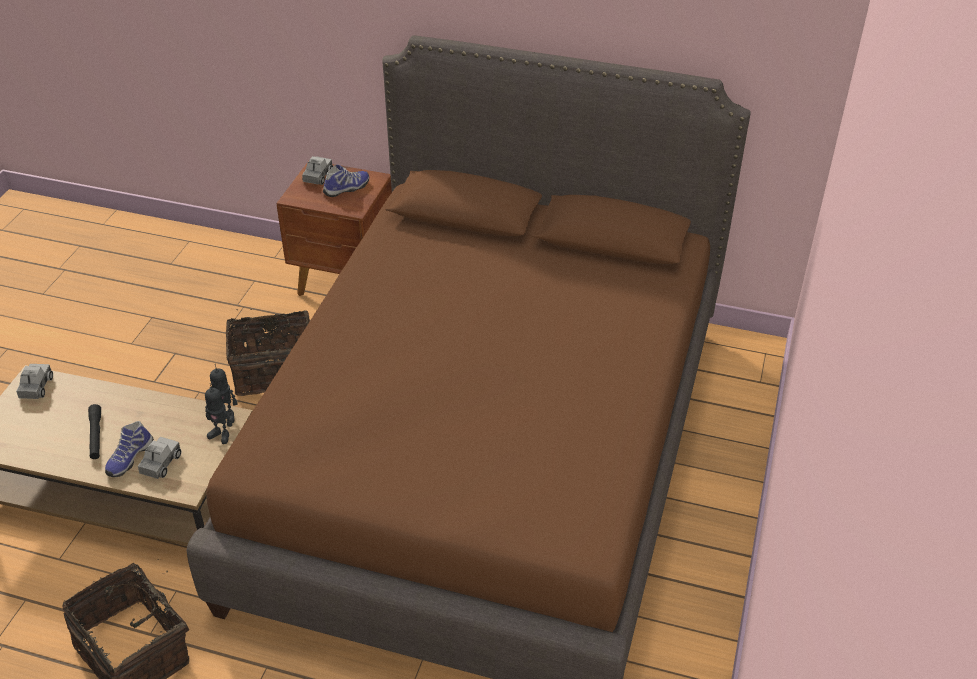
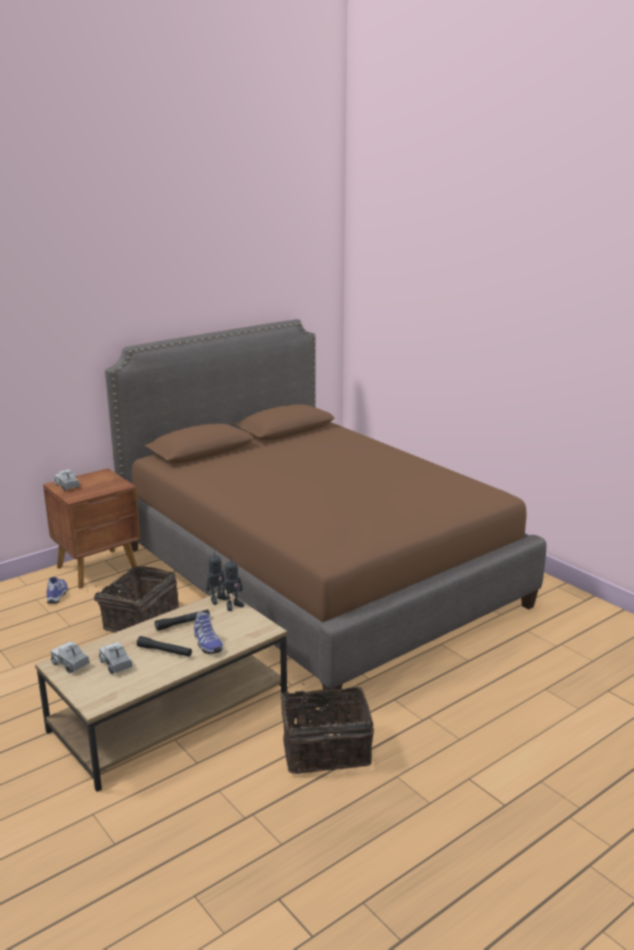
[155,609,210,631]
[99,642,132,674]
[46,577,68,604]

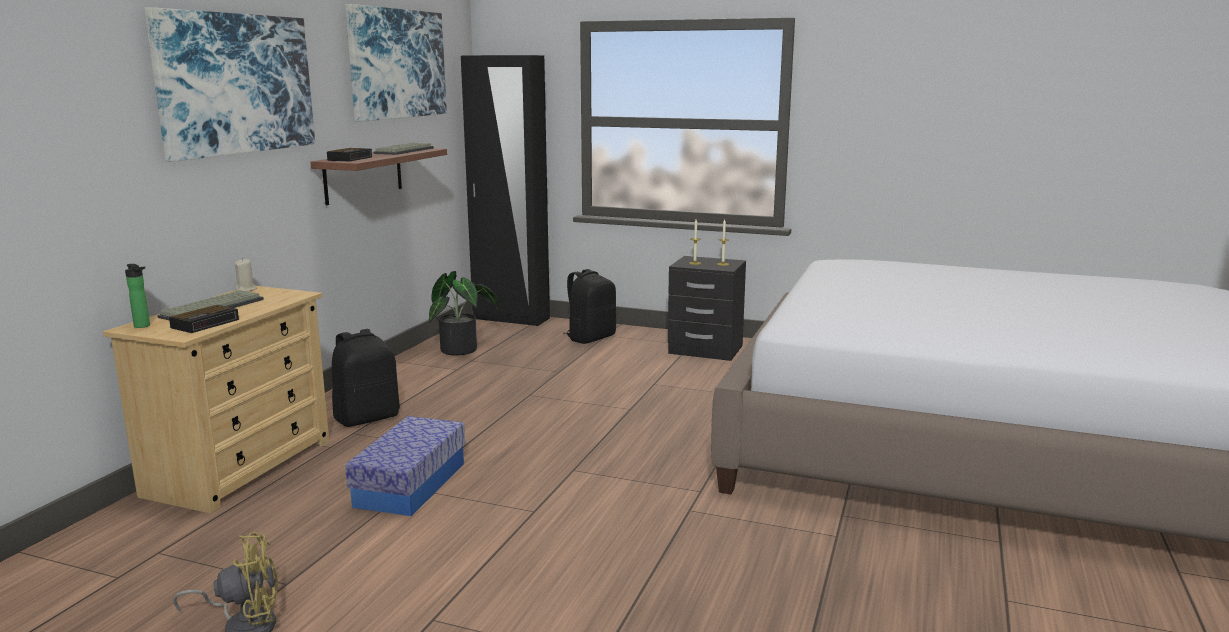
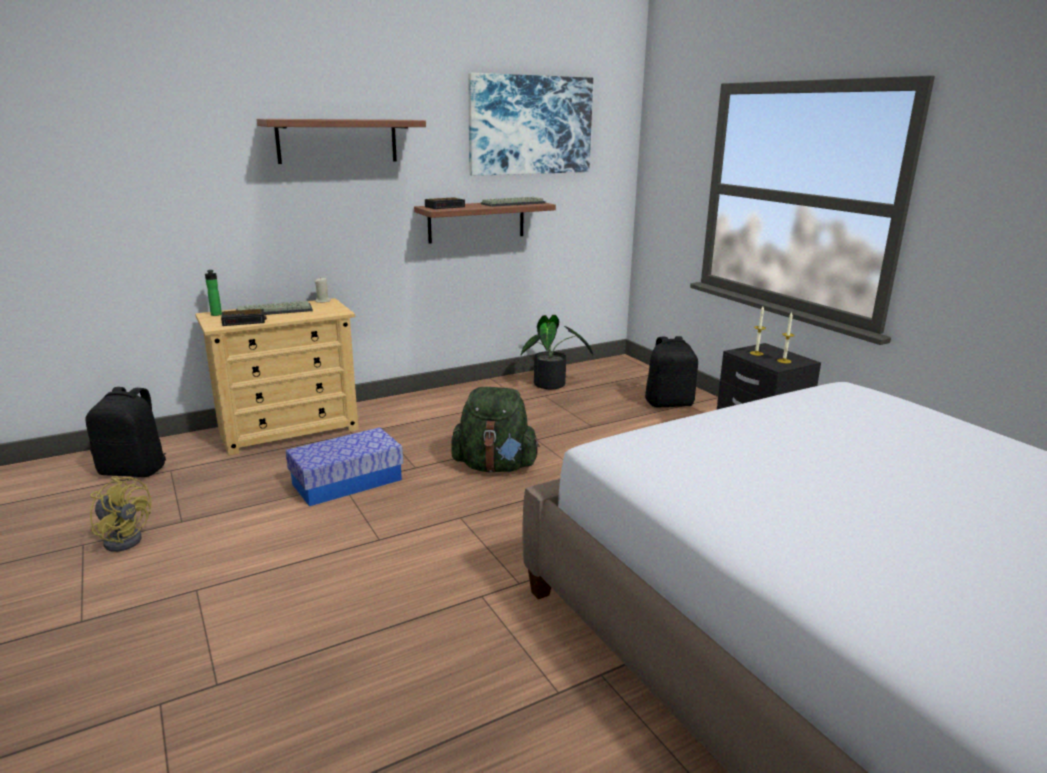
[461,55,550,326] (first image)
[451,387,540,472]
[86,387,166,477]
[257,119,426,164]

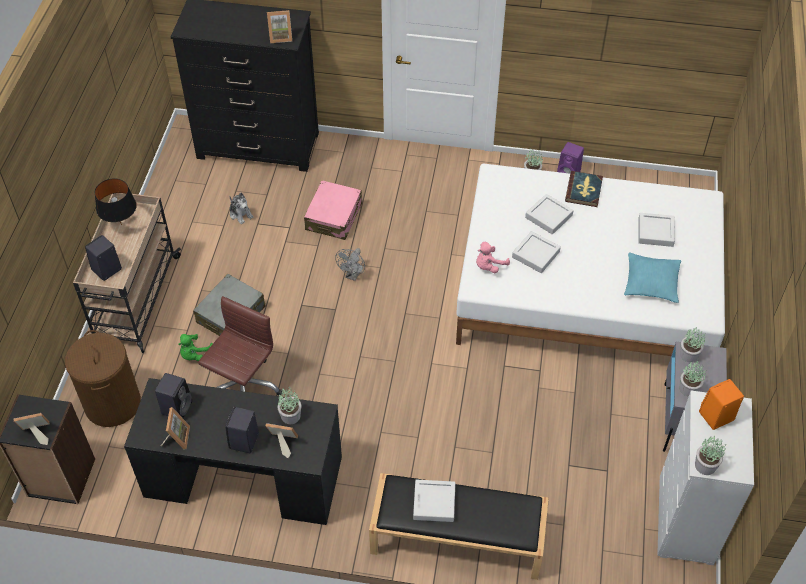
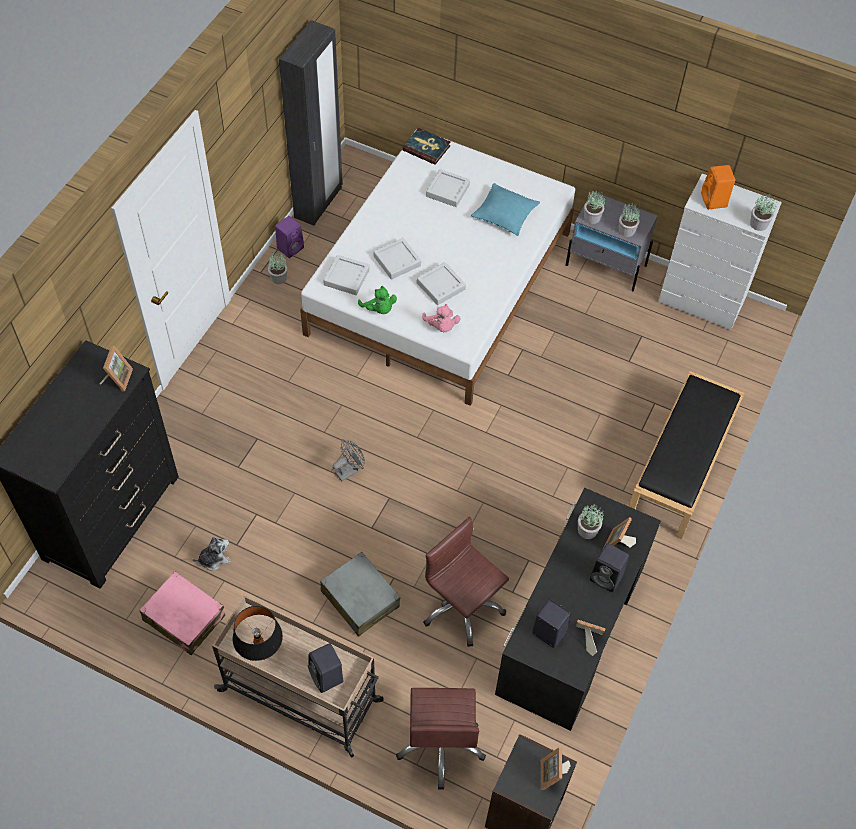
[279,20,343,226]
[358,286,397,314]
[139,571,225,655]
[323,255,370,295]
[402,128,451,165]
[396,688,486,790]
[333,439,365,481]

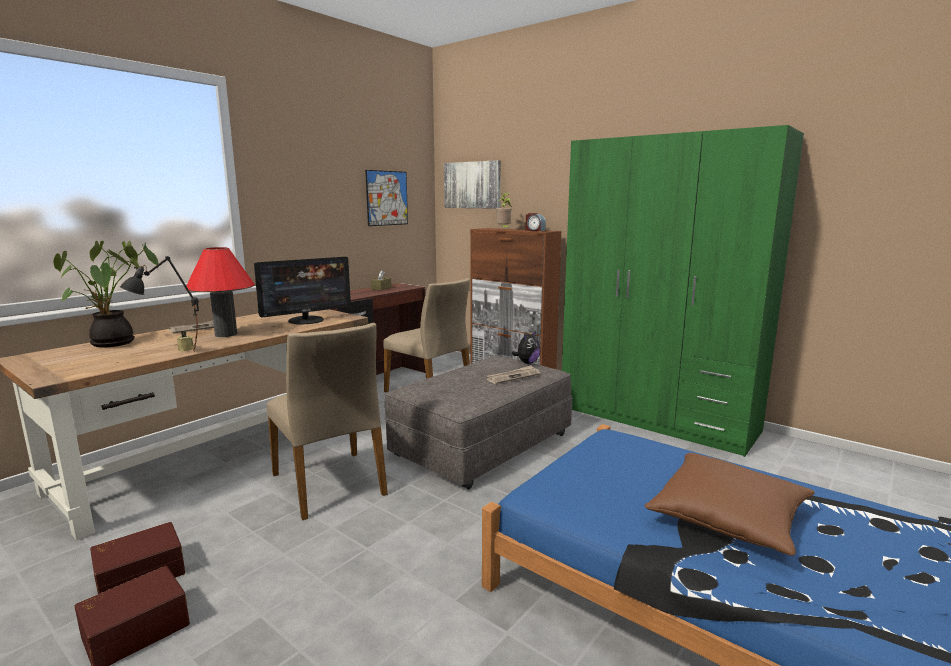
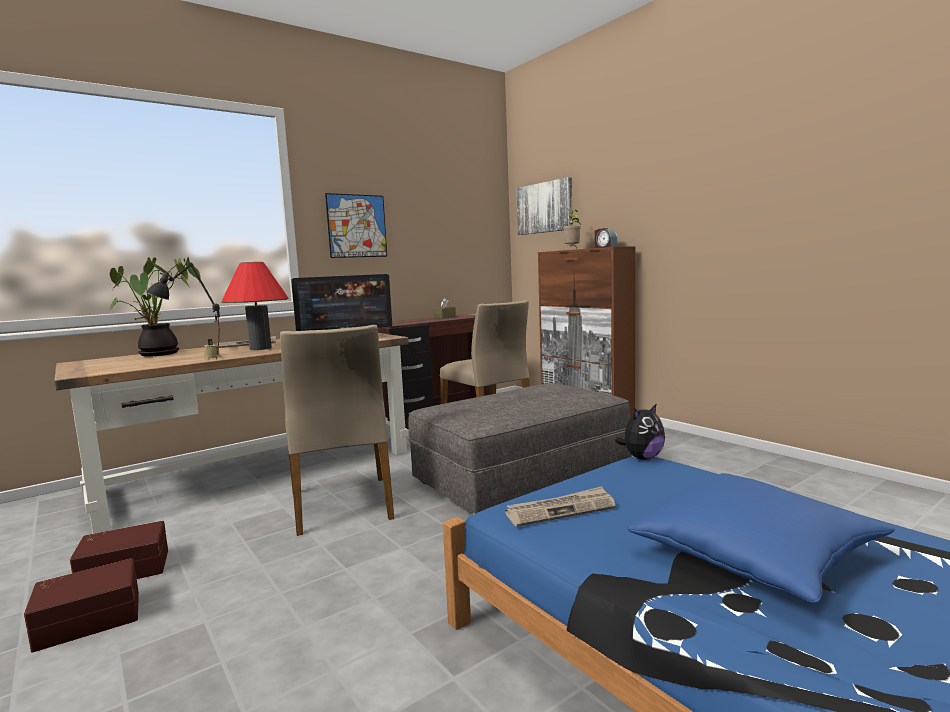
[562,125,804,457] (first image)
[325,193,387,258]
[505,486,616,527]
[615,403,665,460]
[627,473,895,603]

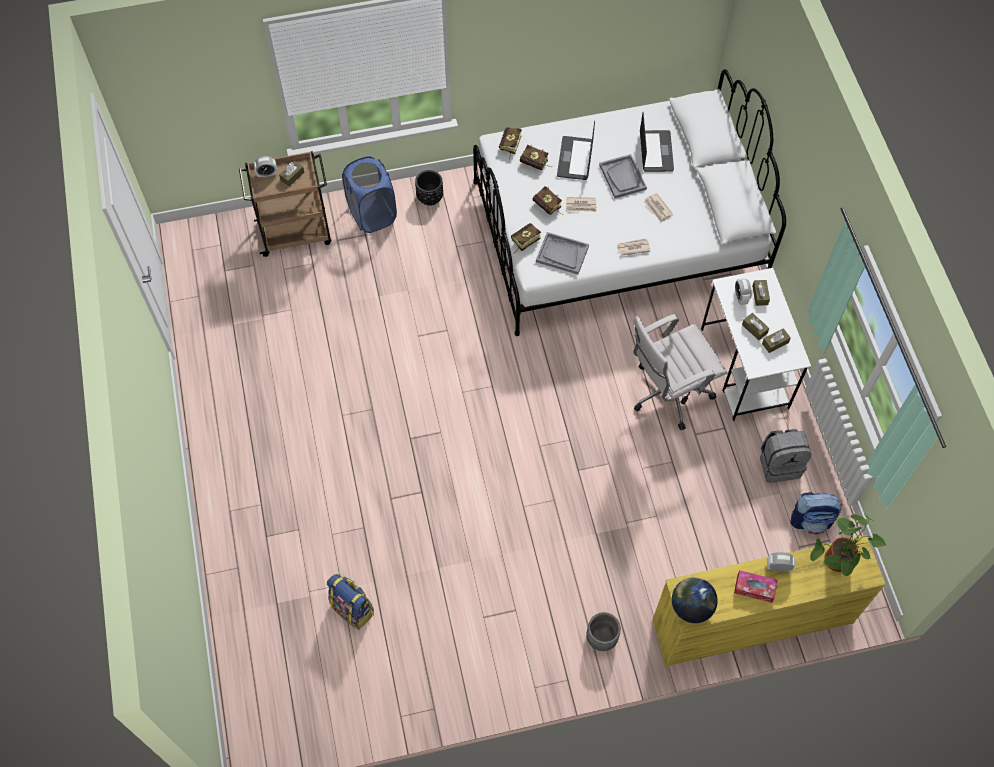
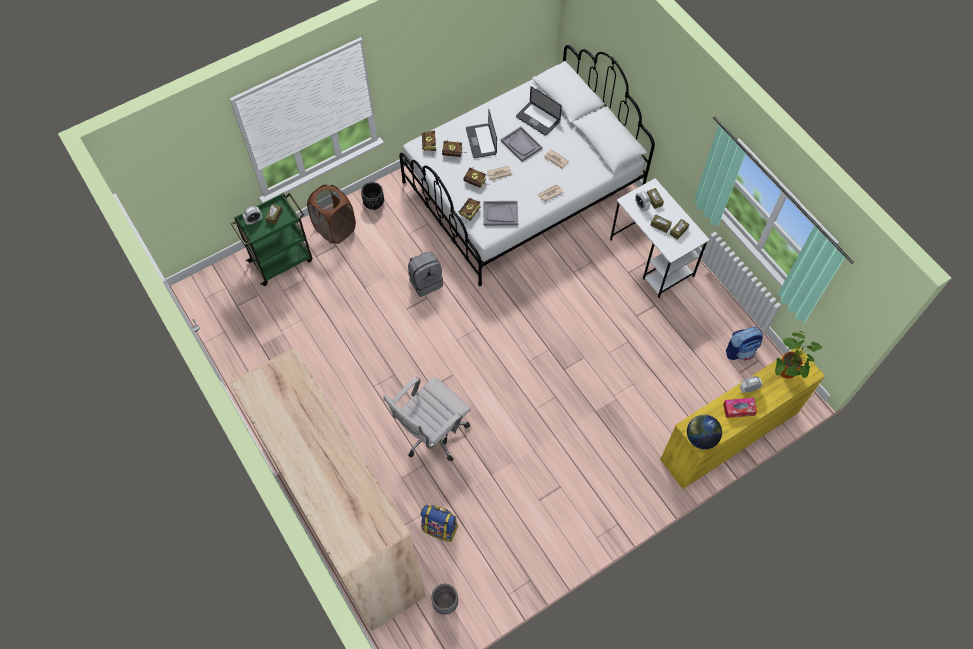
[229,347,426,632]
[431,584,458,615]
[383,377,471,462]
[408,252,443,297]
[230,193,312,286]
[307,185,356,244]
[516,87,562,136]

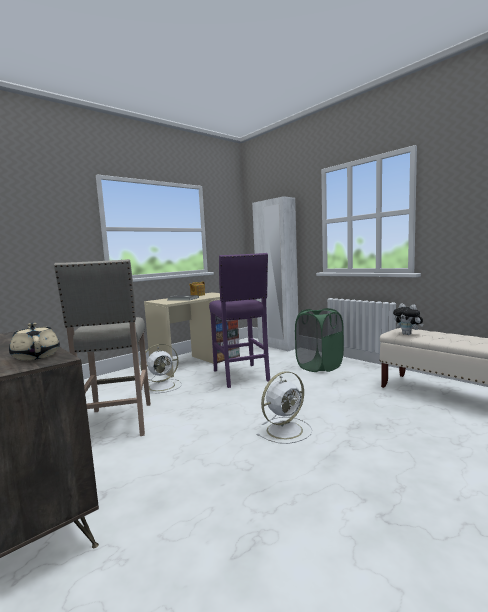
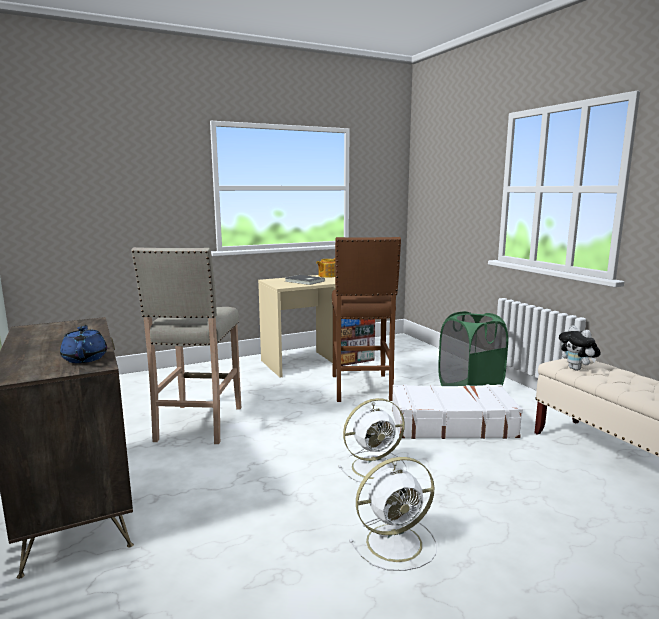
[252,196,298,351] (first image)
[392,384,523,439]
[349,457,437,571]
[60,325,107,363]
[332,237,401,402]

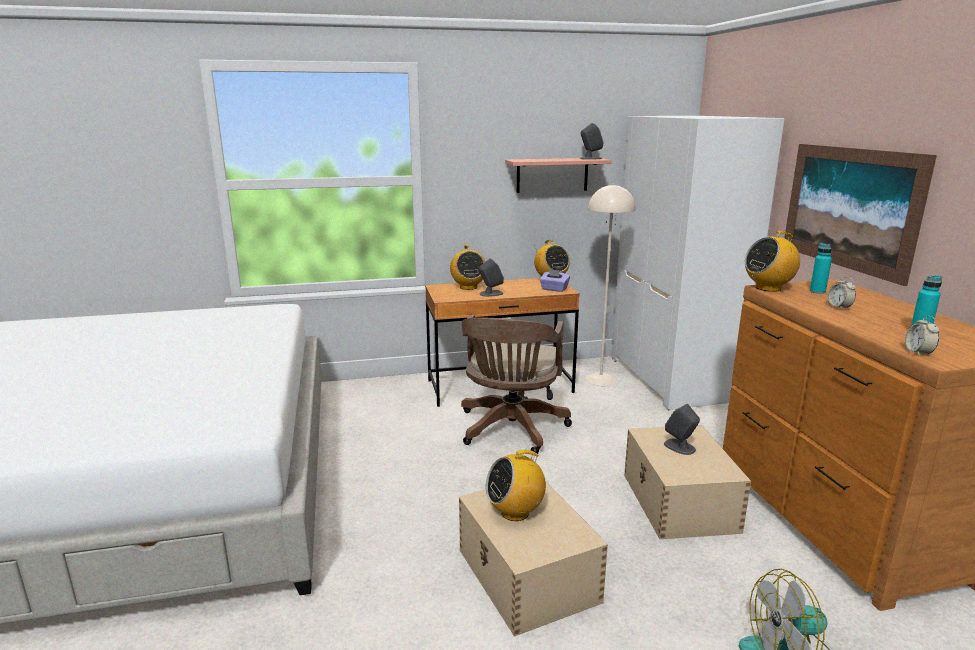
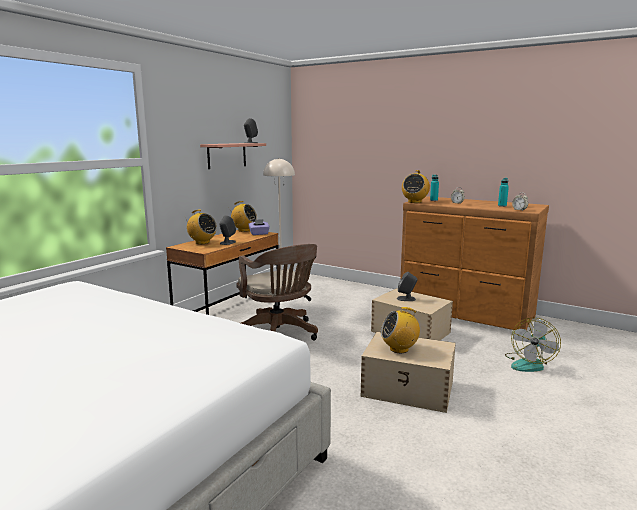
[611,116,785,410] (first image)
[784,144,937,286] (first image)
[381,307,420,353]

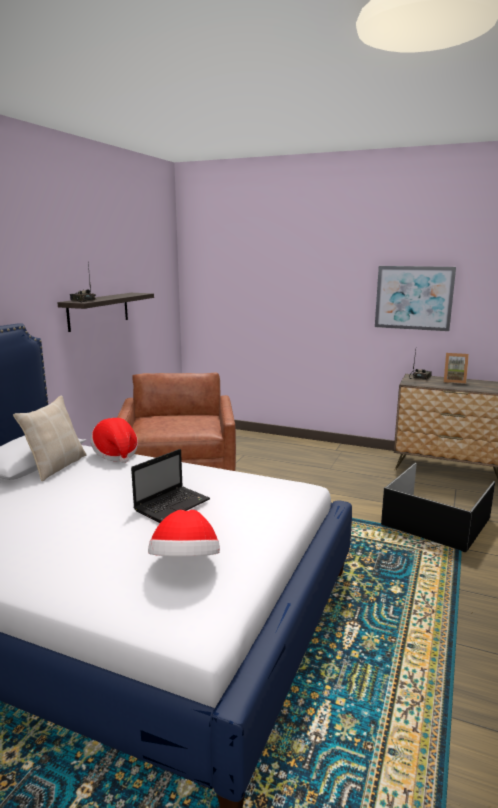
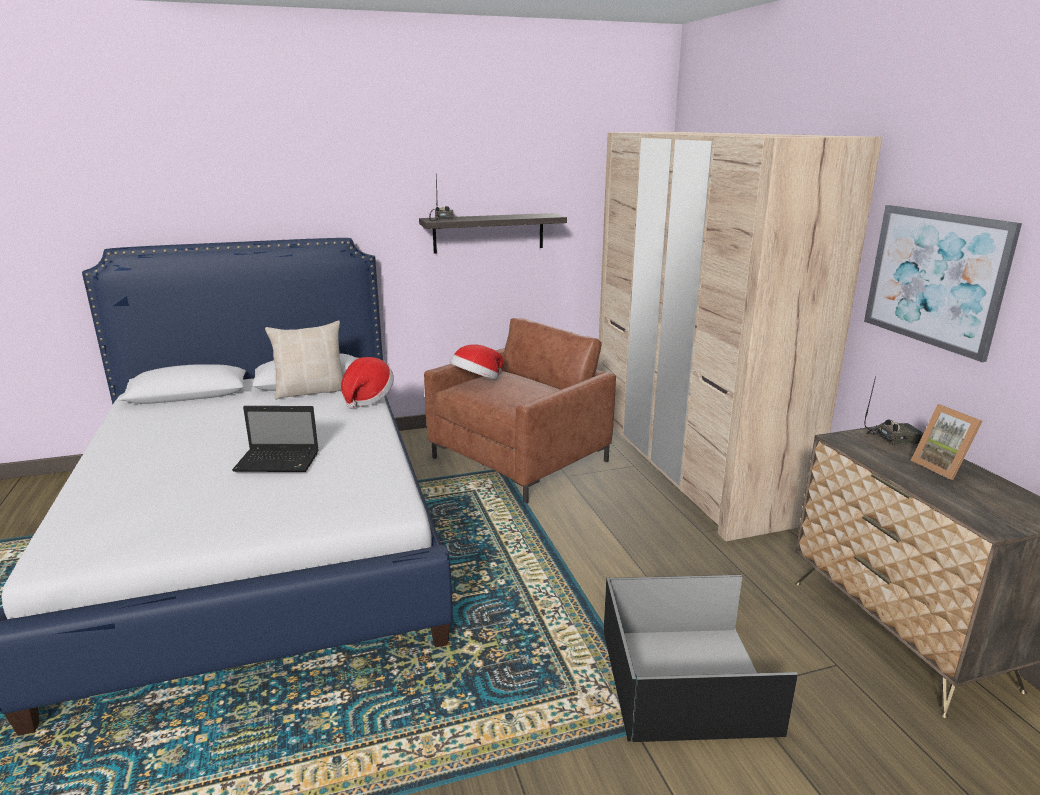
[597,132,882,541]
[450,344,503,380]

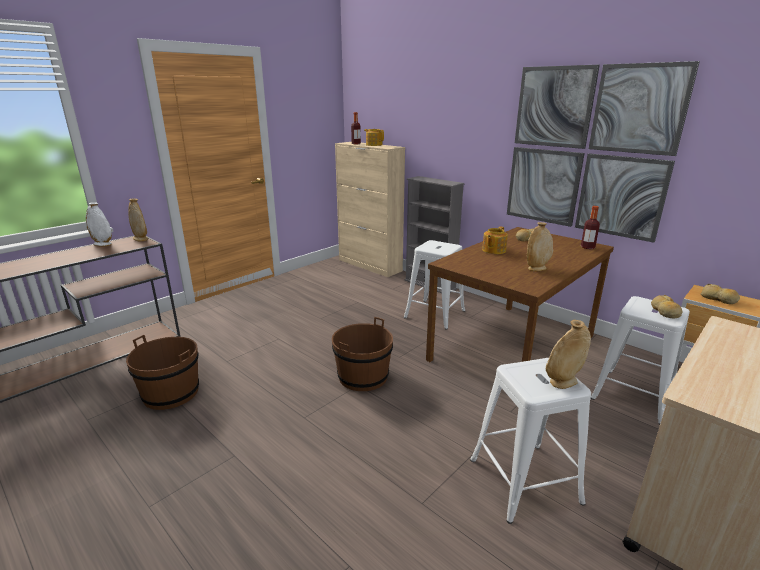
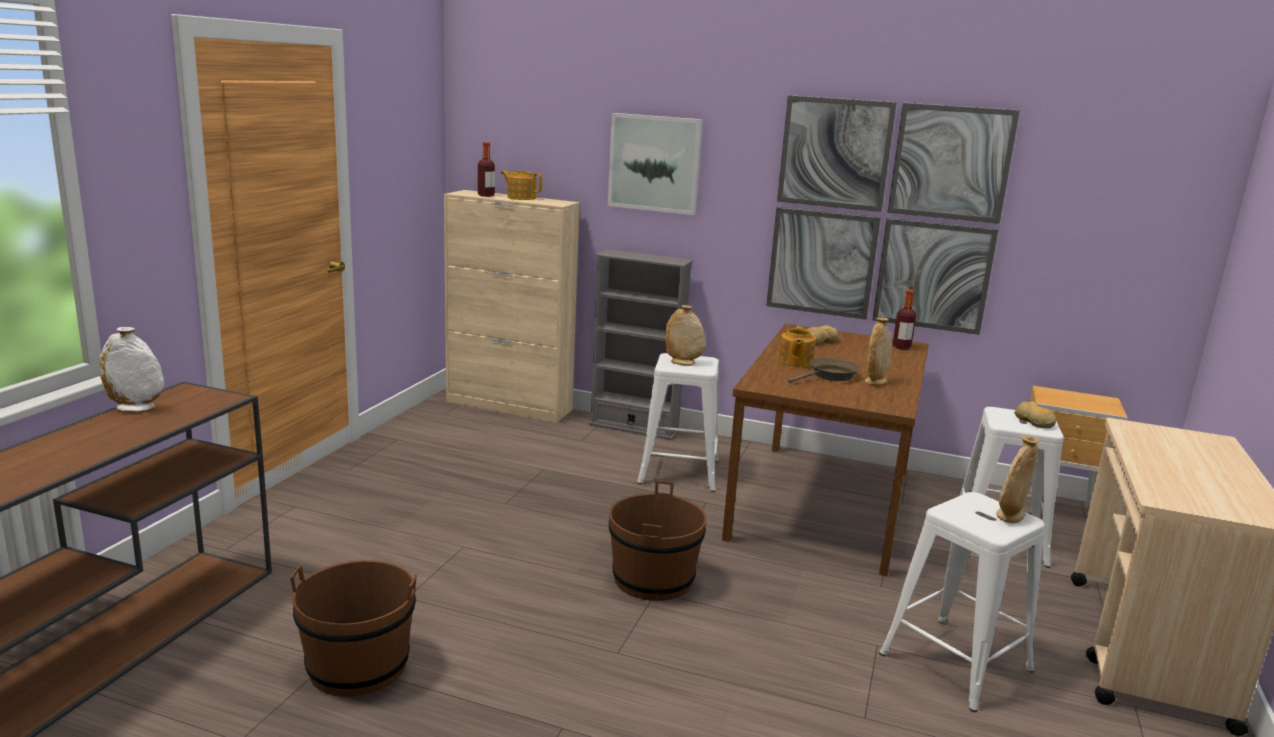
[701,284,740,304] (first image)
[608,113,703,215]
[788,358,860,383]
[665,305,706,366]

